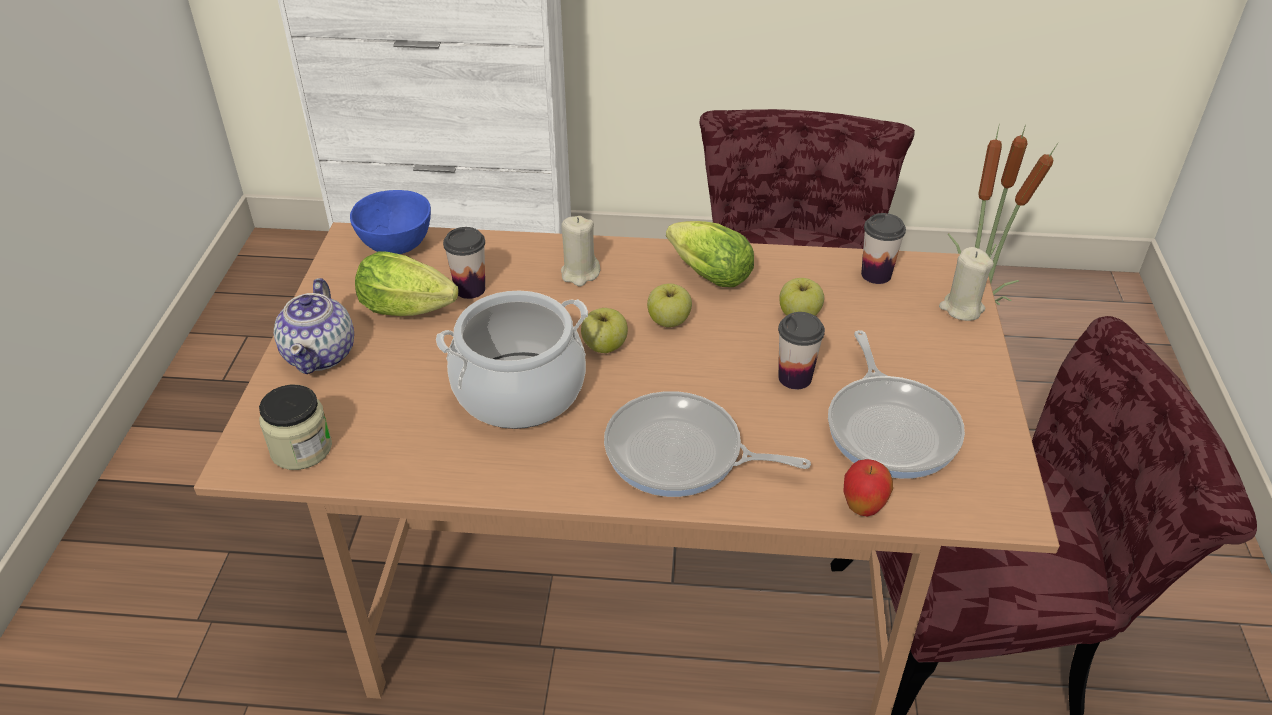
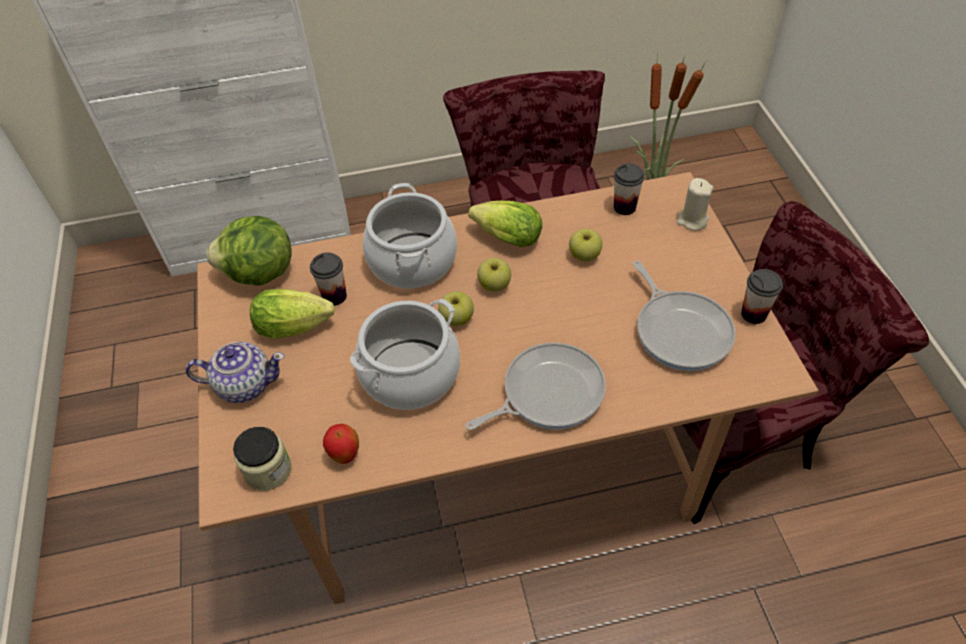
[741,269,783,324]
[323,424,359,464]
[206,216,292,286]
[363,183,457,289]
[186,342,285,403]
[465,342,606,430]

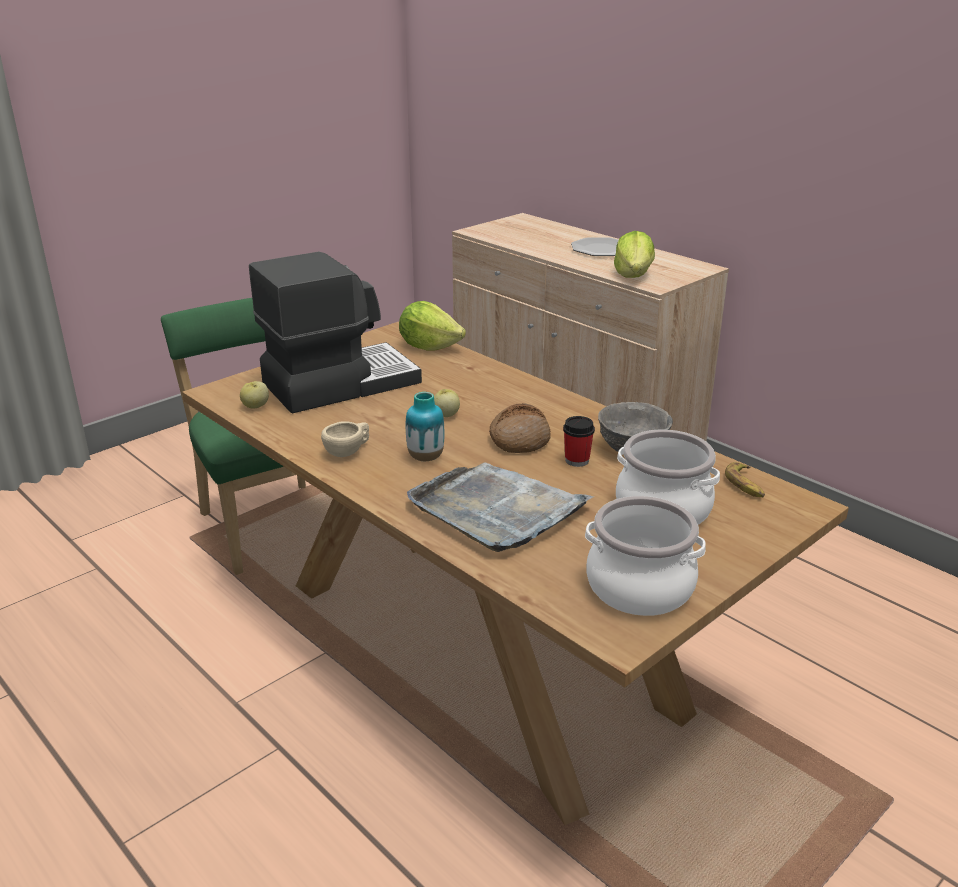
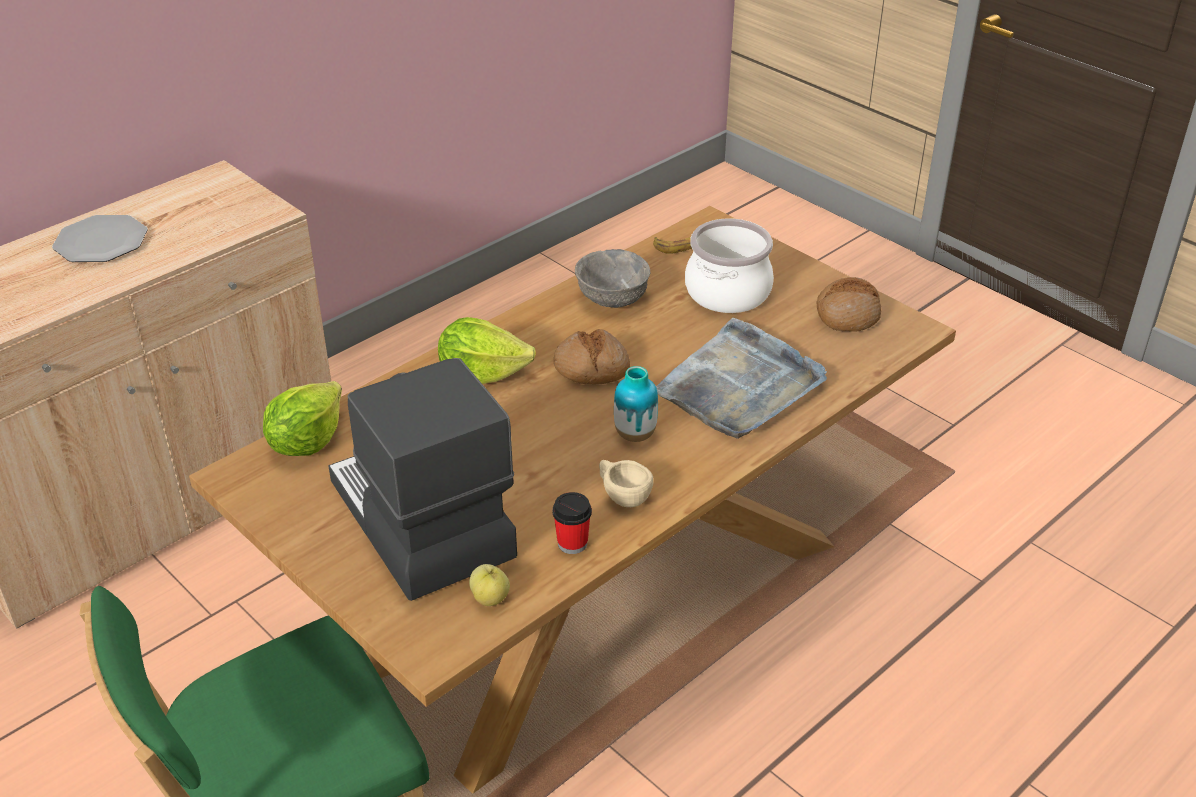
[434,389,460,417] (first image)
[553,492,592,554]
[438,317,536,384]
[816,277,881,332]

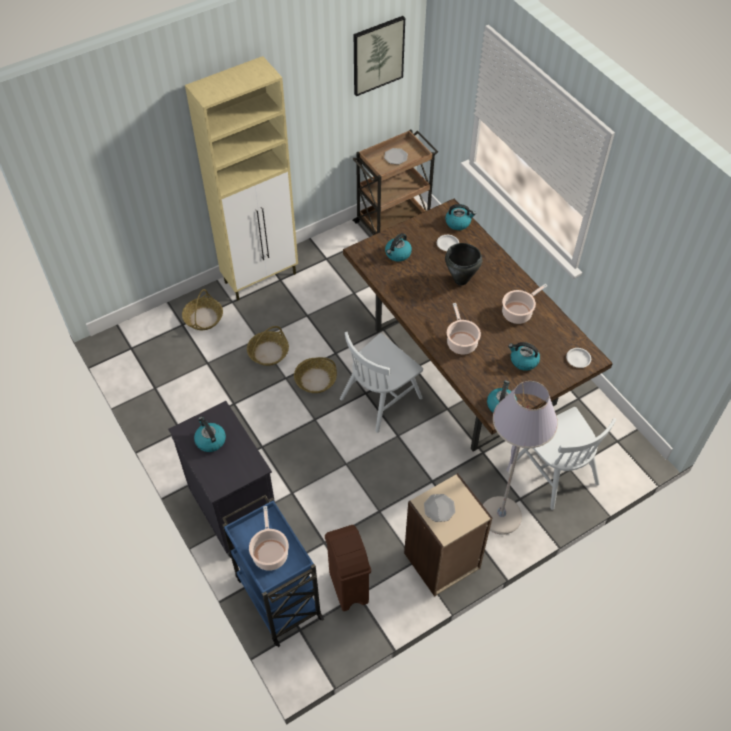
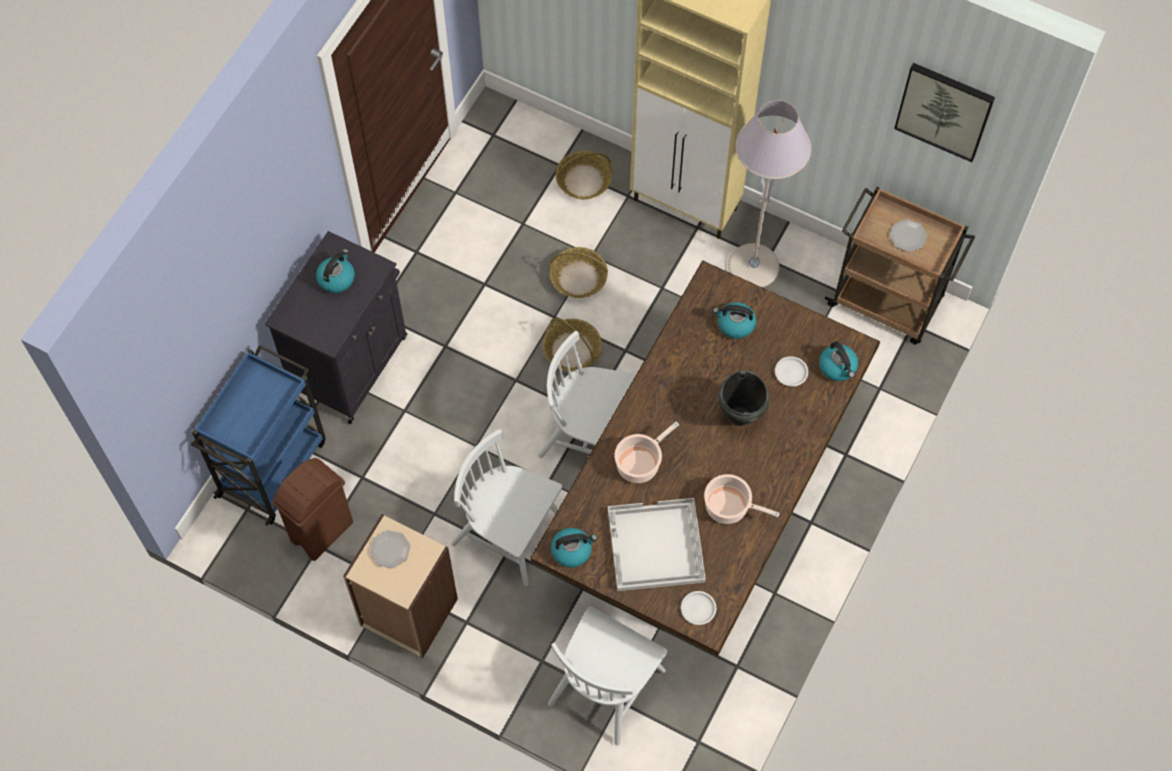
[249,506,289,571] (first image)
[451,429,562,586]
[728,100,811,288]
[608,498,706,591]

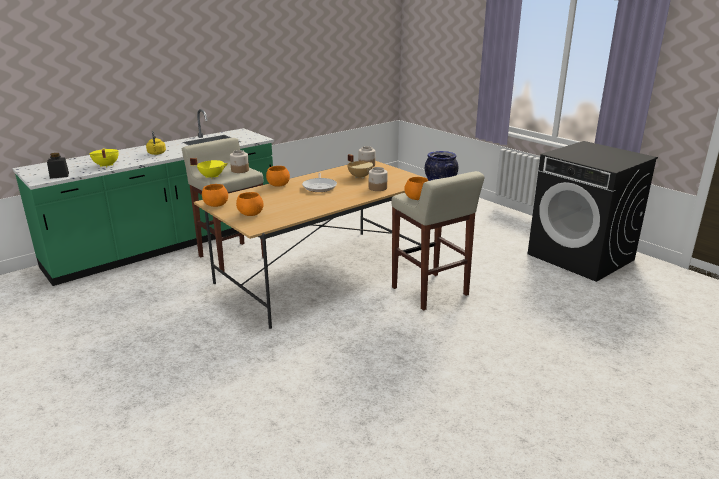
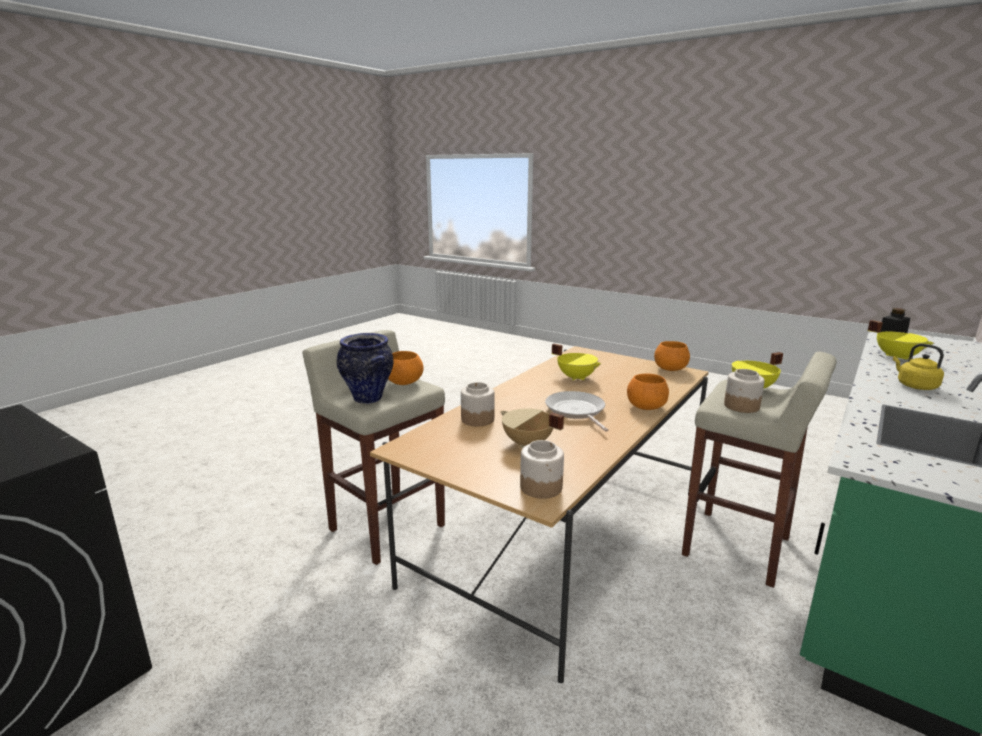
[236,192,264,216] (first image)
[552,344,601,381]

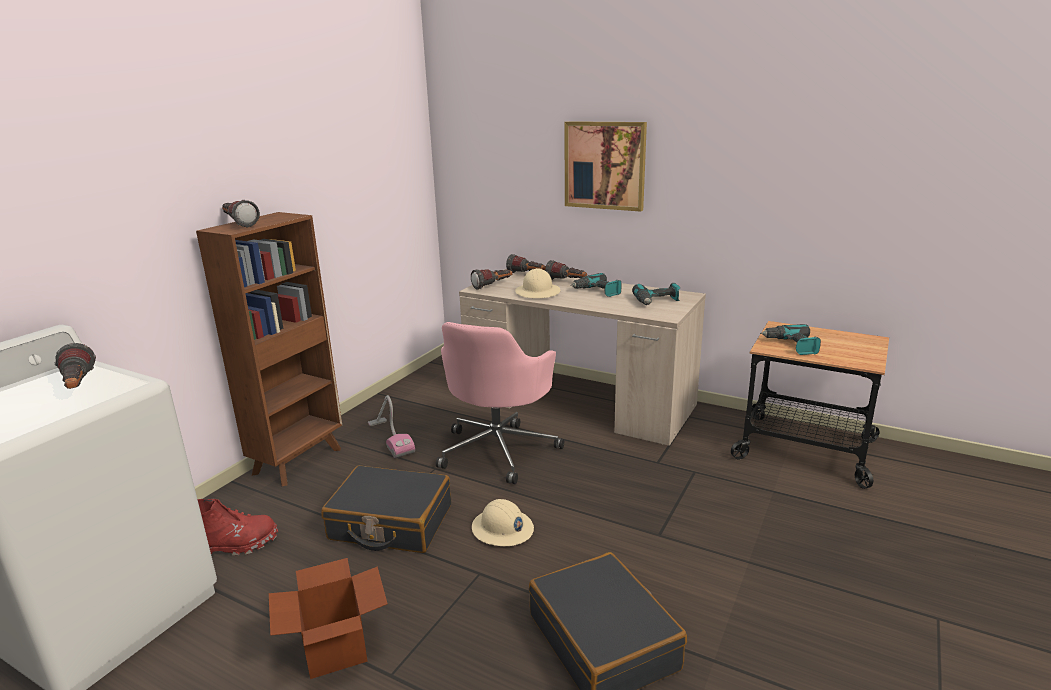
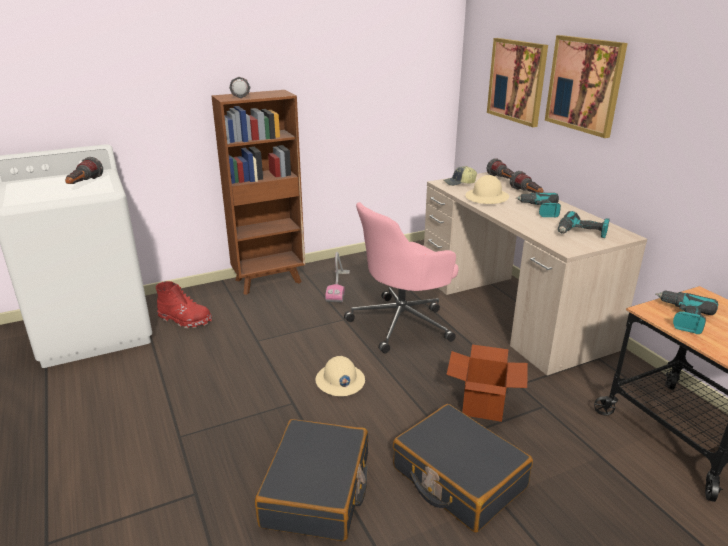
[487,38,548,127]
[446,344,528,422]
[393,404,533,533]
[444,166,477,186]

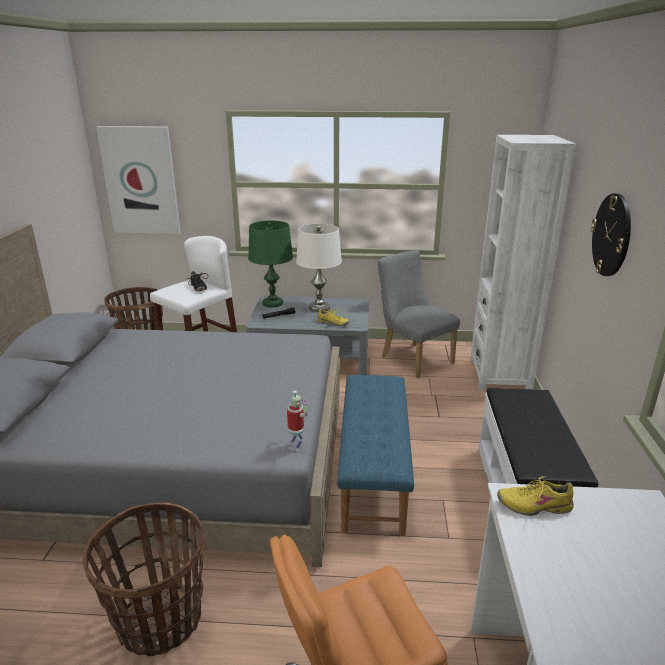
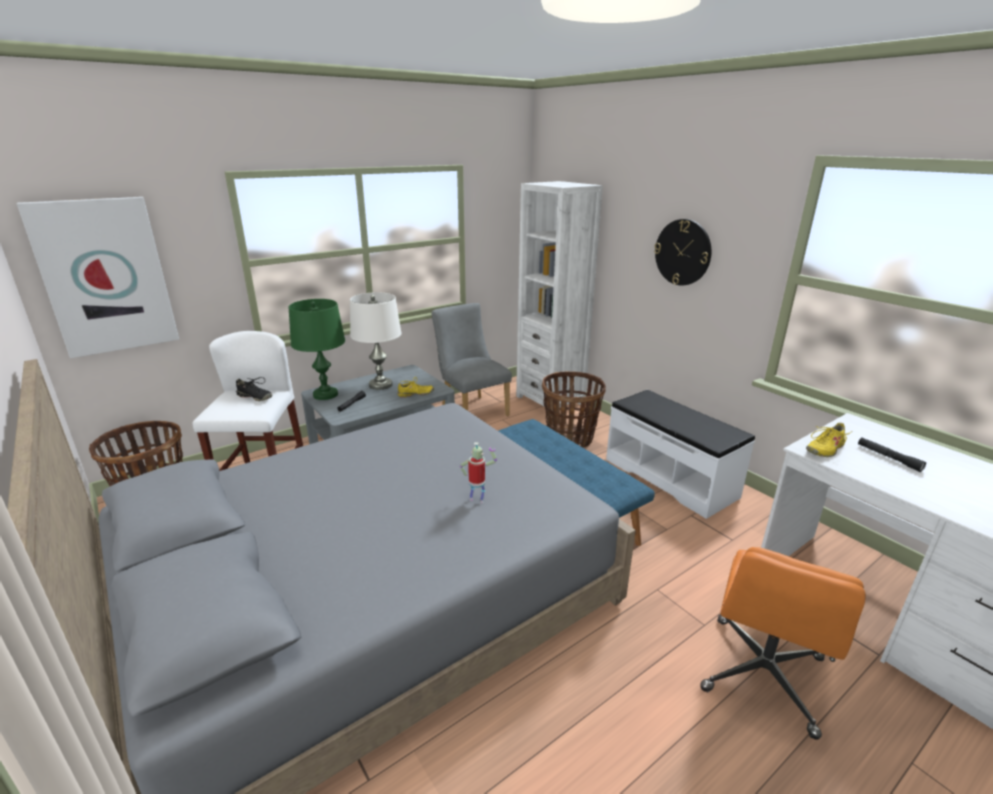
[858,437,926,472]
[542,372,606,447]
[460,442,497,503]
[432,303,512,417]

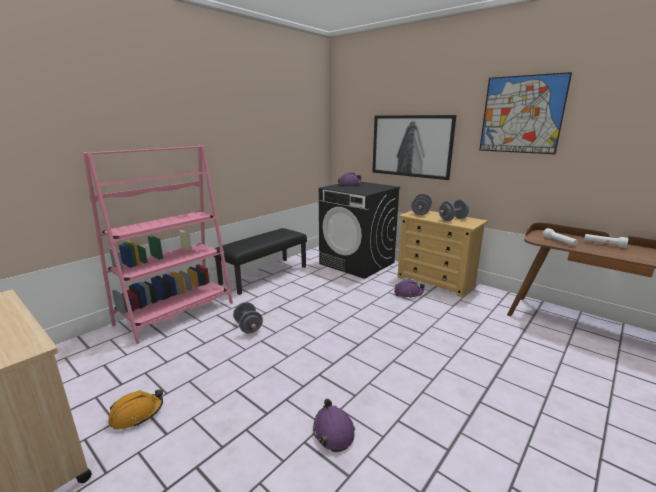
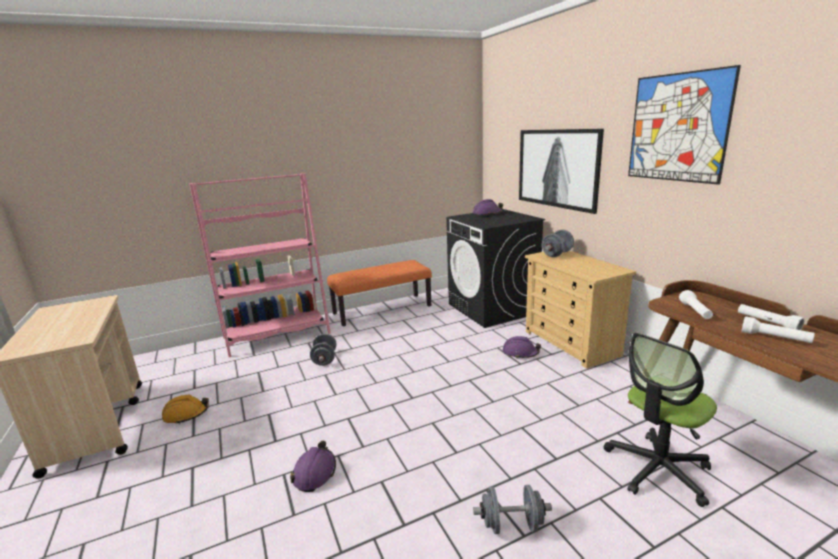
[604,333,717,507]
[742,316,815,343]
[473,485,552,534]
[327,260,432,326]

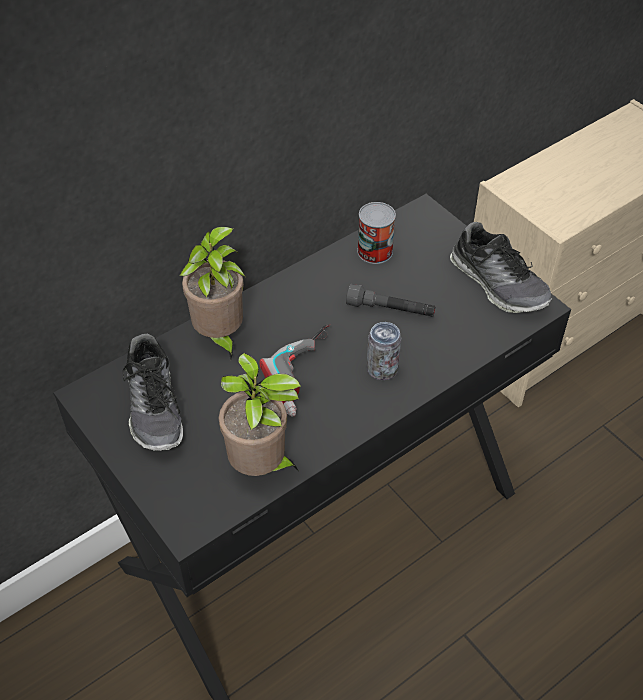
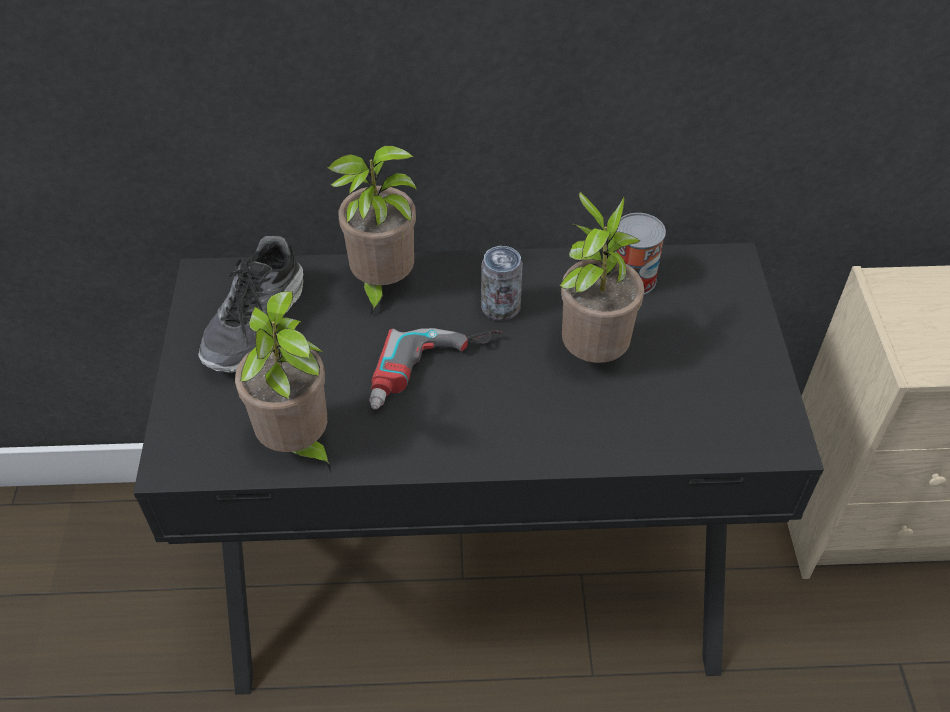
[450,222,553,313] (first image)
[481,246,523,321]
[559,192,645,363]

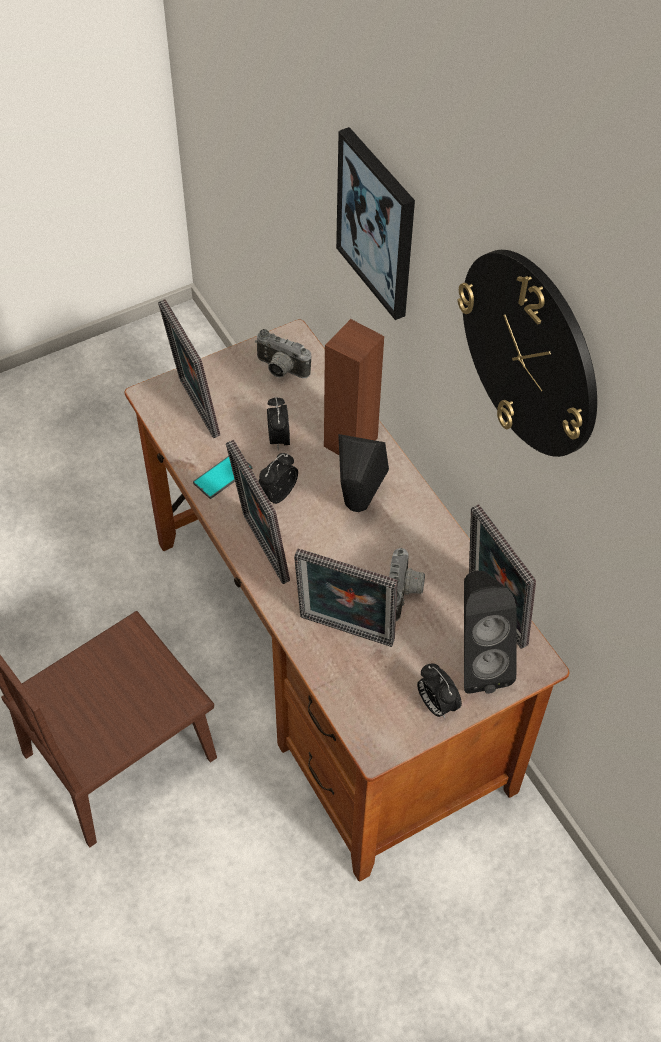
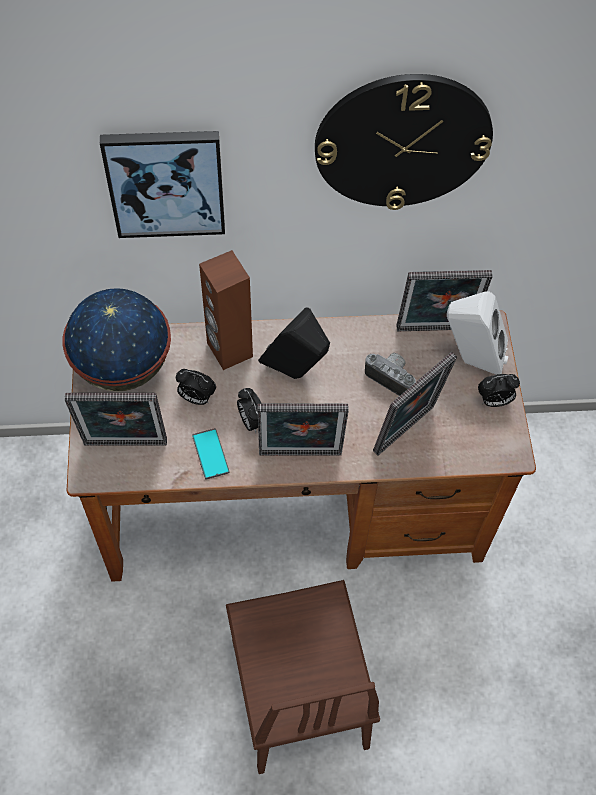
[63,288,171,392]
[447,291,508,375]

